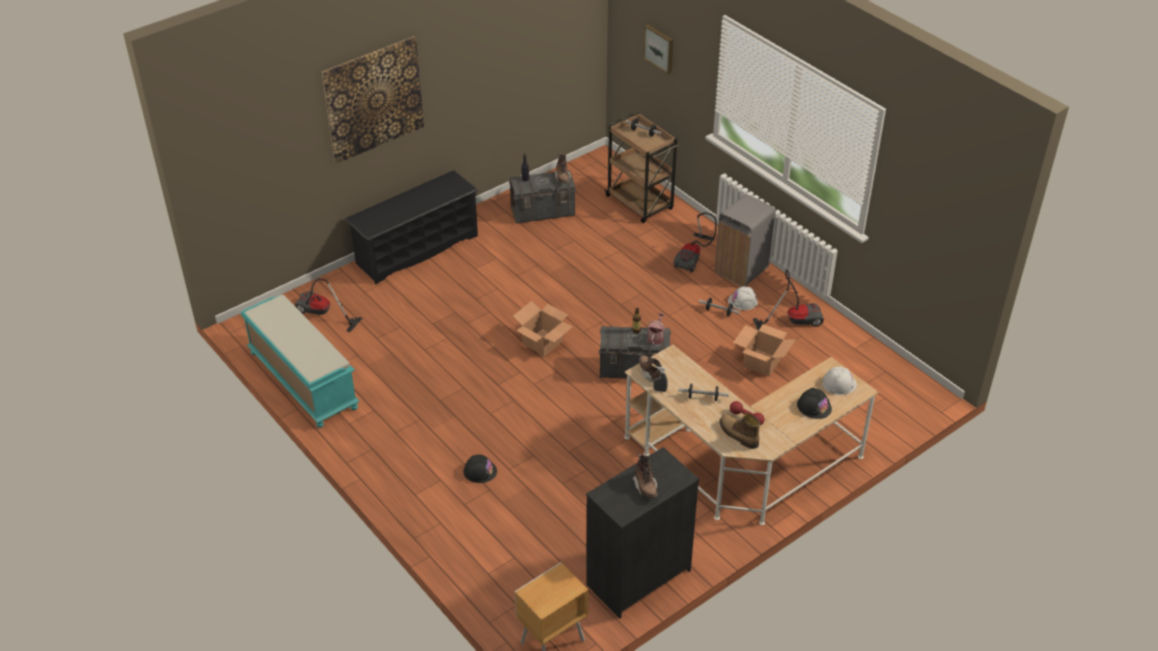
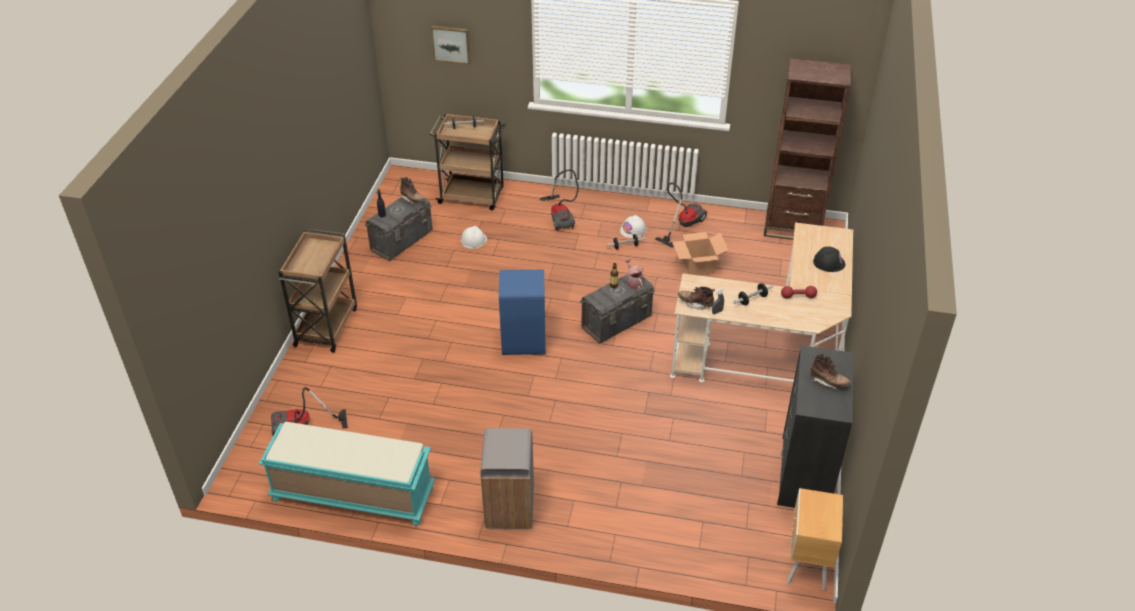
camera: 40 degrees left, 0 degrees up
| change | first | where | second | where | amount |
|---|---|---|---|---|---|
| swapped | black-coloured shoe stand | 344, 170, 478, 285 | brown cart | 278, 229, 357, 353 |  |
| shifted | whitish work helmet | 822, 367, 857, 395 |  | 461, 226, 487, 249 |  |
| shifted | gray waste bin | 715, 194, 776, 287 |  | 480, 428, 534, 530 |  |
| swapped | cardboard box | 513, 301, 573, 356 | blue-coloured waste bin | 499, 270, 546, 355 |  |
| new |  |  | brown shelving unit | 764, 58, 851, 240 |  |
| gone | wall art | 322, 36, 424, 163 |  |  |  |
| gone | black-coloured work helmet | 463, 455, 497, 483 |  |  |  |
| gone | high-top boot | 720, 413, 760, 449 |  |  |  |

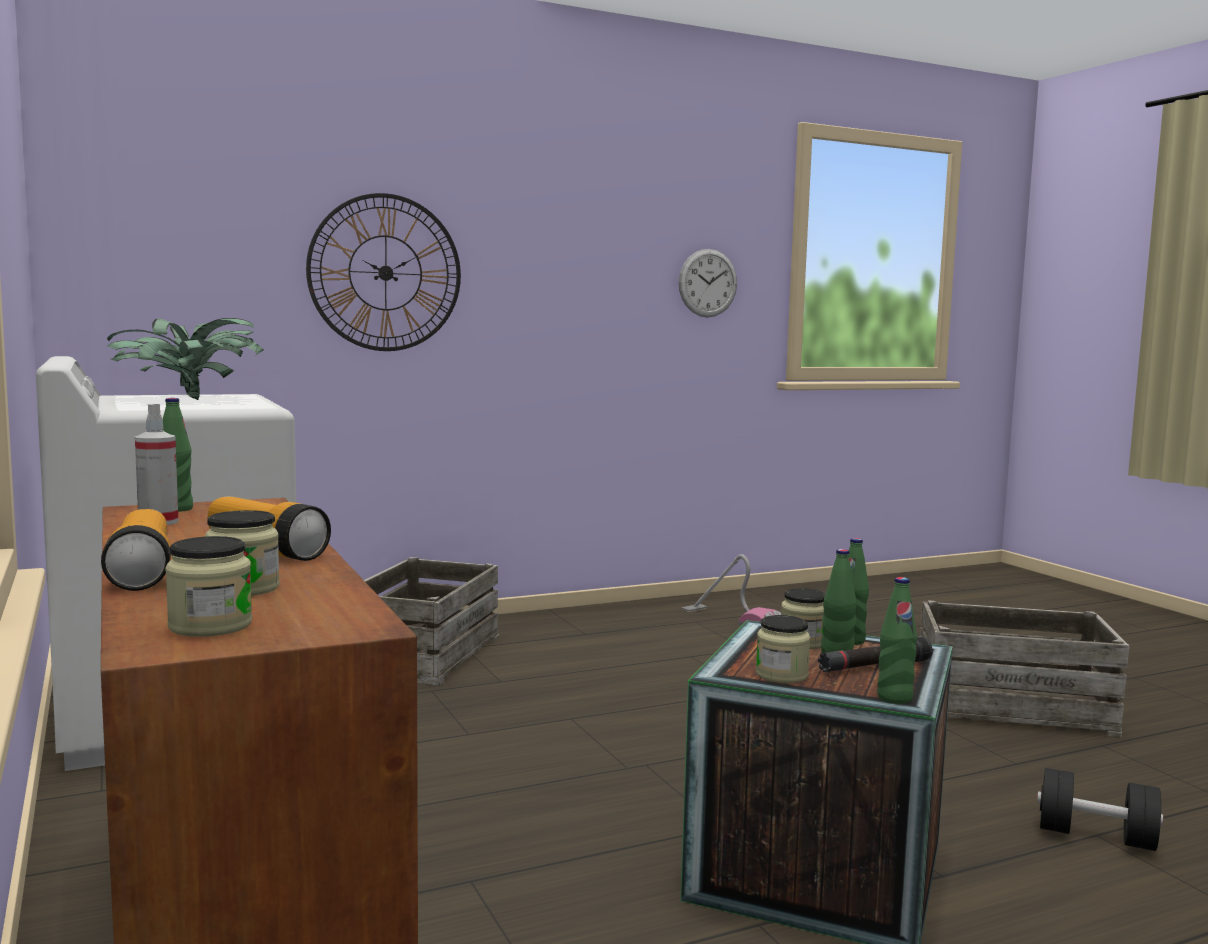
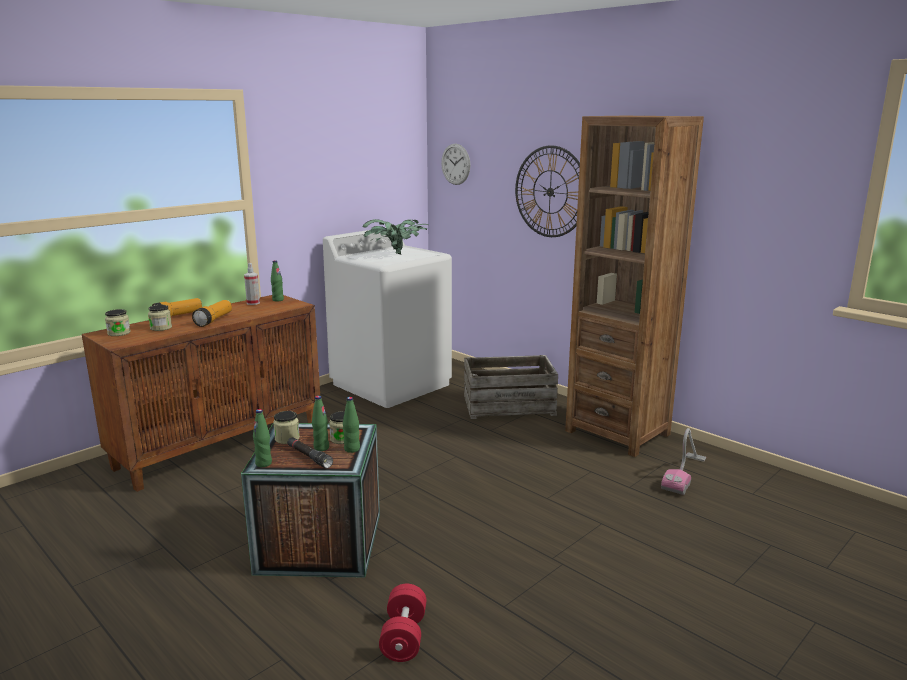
camera: 70 degrees right, 10 degrees up
| change | first | where | second | where | amount |
|---|---|---|---|---|---|
| repainted | black-coloured hand weight | 1037, 768, 1163, 851 | red hand weight | 379, 584, 426, 662 |  |
| shifted | wall clock | 679, 249, 737, 317 |  | 441, 144, 470, 185 |  |
| new |  |  | brown shelving unit | 565, 116, 704, 457 |  |
| gone | packing crate | 920, 600, 1130, 737 |  |  |  |

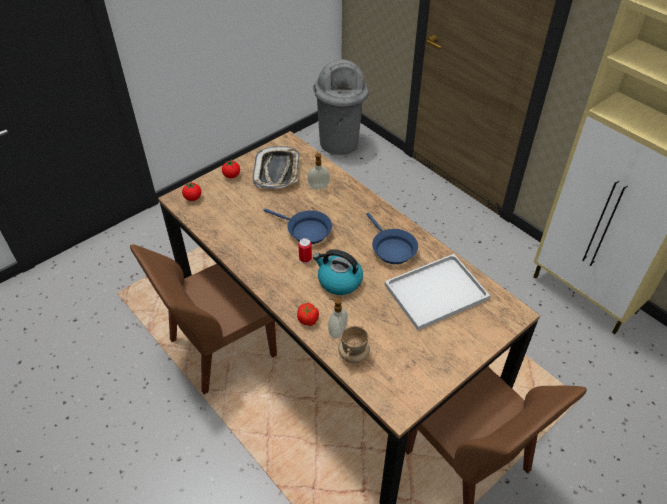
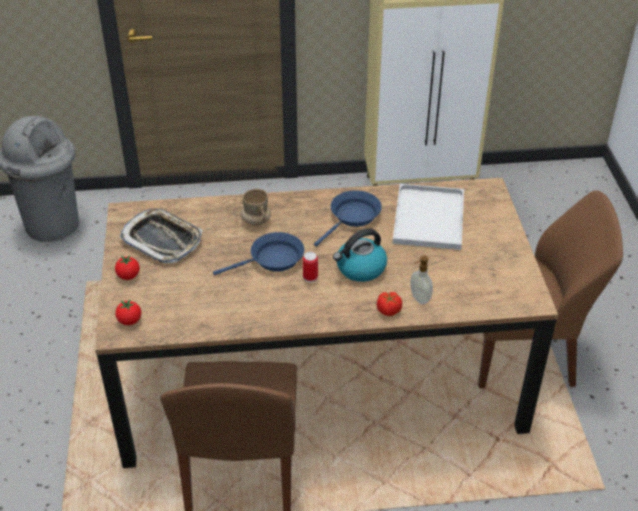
camera: 55 degrees left, 5 degrees down
| change | first | where | second | where | amount |
|---|---|---|---|---|---|
| shifted | beige coffee mug | 338, 326, 370, 363 |  | 241, 189, 271, 226 |  |
| rotated | blue-coloured frying pan | 366, 212, 418, 264 |  | 314, 190, 382, 247 | 60 degrees counterclockwise |
| gone | soap dispenser | 307, 151, 330, 189 |  |  |  |

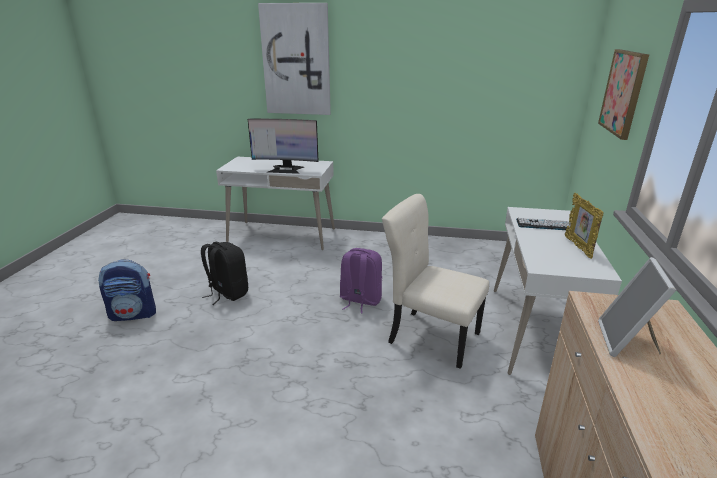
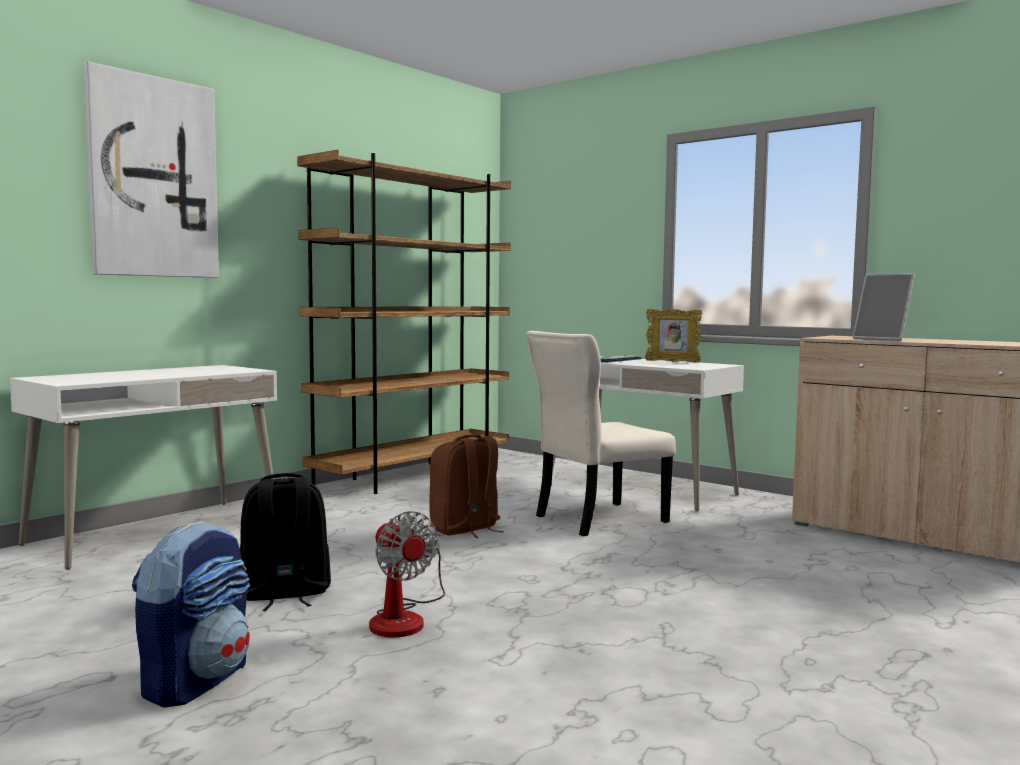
camera: 60 degrees left, 20 degrees down
| change | first | where | second | where | amount |
|---|---|---|---|---|---|
| new |  |  | brown shelving unit | 297, 150, 511, 494 |  |
| new |  |  | electric fan | 369, 511, 445, 637 |  |
| repainted | purplish knapsack | 340, 248, 382, 313 | brown knapsack | 429, 435, 504, 538 |  |
| gone | monitor | 248, 119, 319, 174 |  |  |  |
| gone | wall art | 598, 49, 649, 140 |  |  |  |

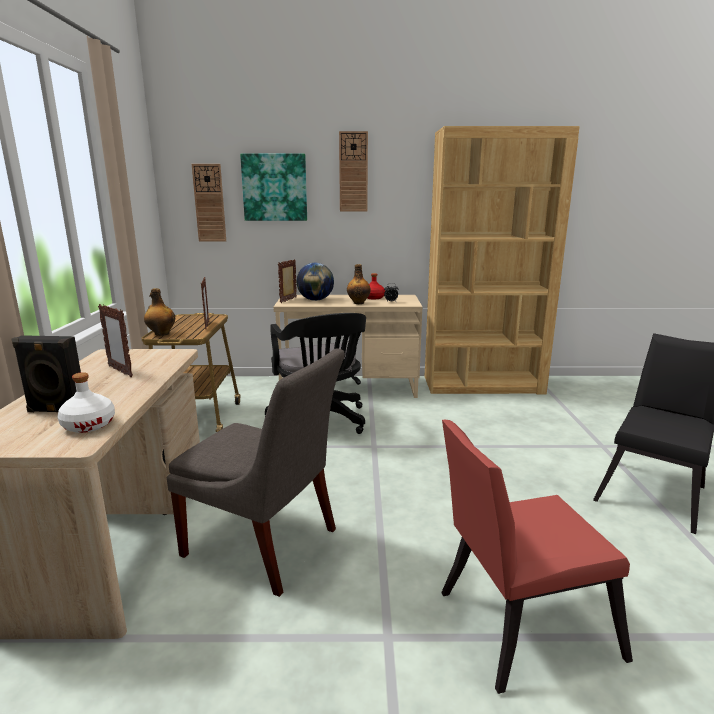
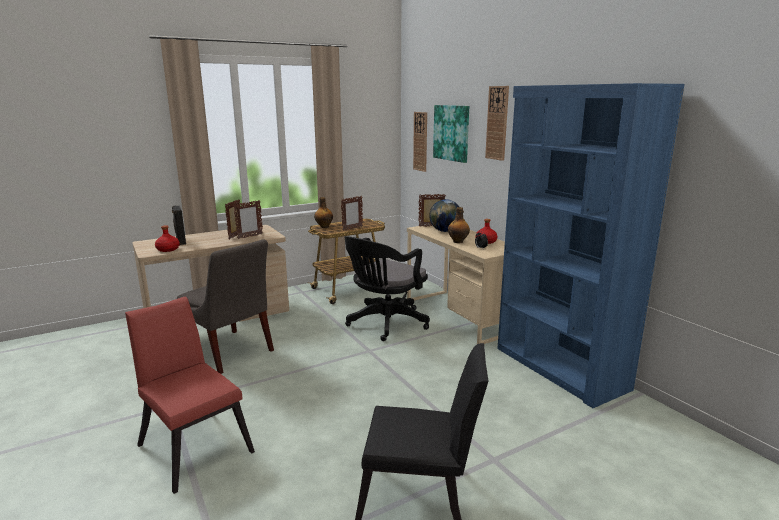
camera: 60 degrees right, 0 degrees up
| change | first | where | second | where | amount |
|---|---|---|---|---|---|
| repainted | whitish bottle | 58, 372, 115, 433 | red bottle | 155, 225, 180, 252 |  |
| rotated | gray plain chair | 167, 349, 345, 597 |  | 177, 240, 274, 374 | 45 degrees counterclockwise |
| new |  |  | standing frame | 234, 200, 263, 239 |  |
| repainted | brown shelving unit | 424, 126, 580, 394 | blue-coloured shelving unit | 497, 83, 684, 408 |  |

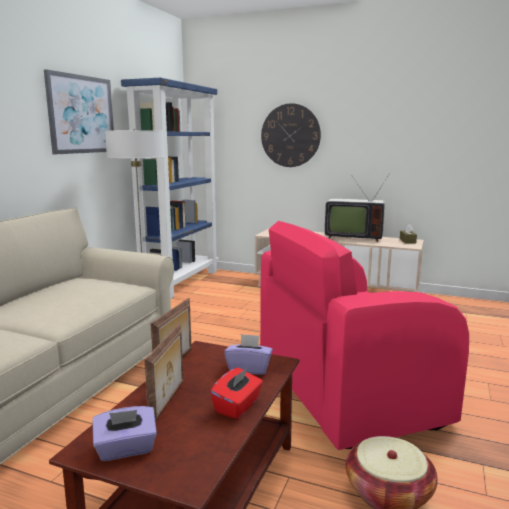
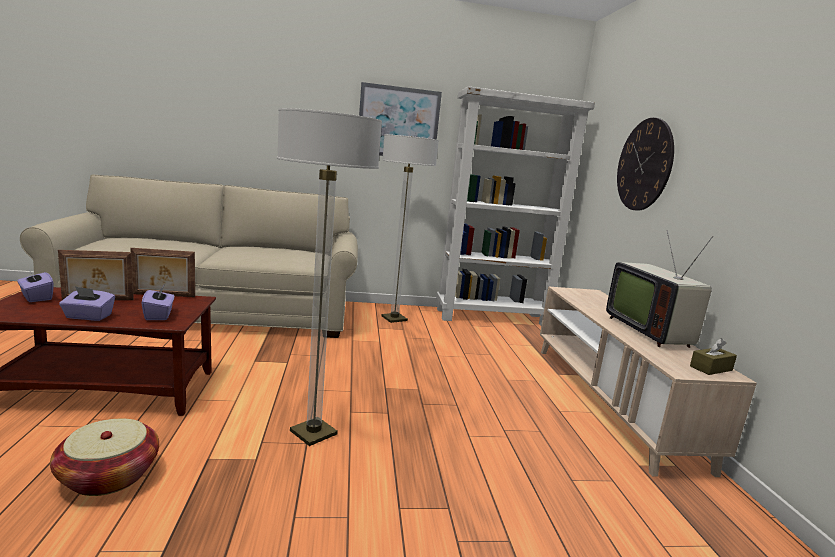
camera: 60 degrees right, 0 degrees up
| change | first | where | second | where | amount |
|---|---|---|---|---|---|
| repainted | red tissue holder | 210, 367, 263, 419 | purplish tissue holder | 59, 287, 115, 321 |  |
| swapped | pink lounge chair | 260, 221, 469, 450 | floor lamp | 277, 108, 382, 446 |  |
| repainted | blue-coloured shelving unit | 121, 78, 219, 299 | whitish shelving unit | 436, 86, 595, 325 |  |

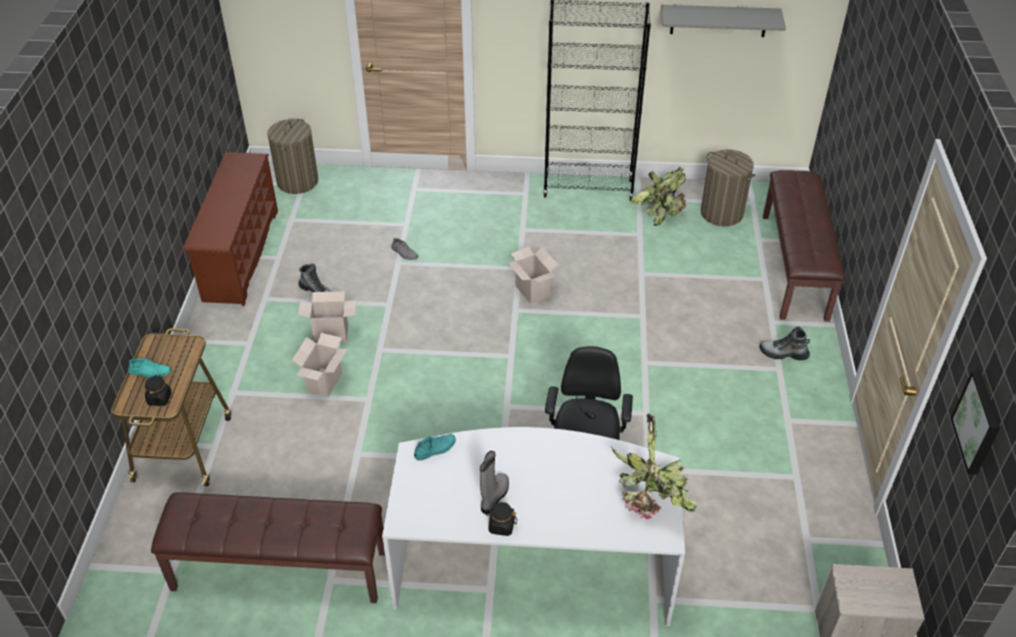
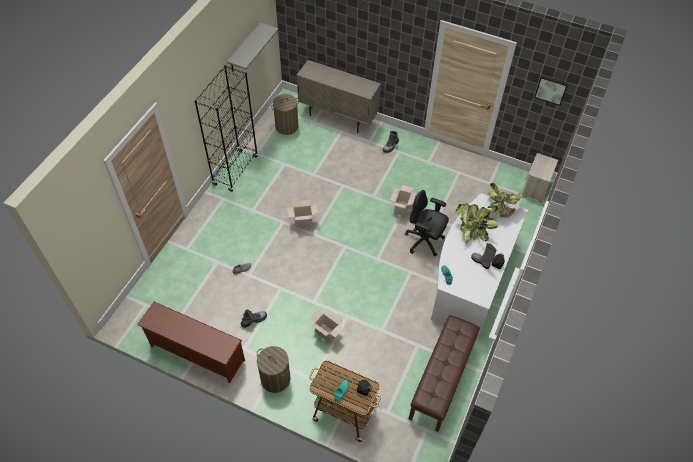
camera: 70 degrees left, 10 degrees up
| change | first | where | second | where | amount |
|---|---|---|---|---|---|
| shifted | washing basket | 267, 119, 318, 194 |  | 257, 346, 291, 393 |  |
| swapped | brown long seat | 763, 170, 845, 322 | beige storage cabinet | 297, 60, 381, 133 |  |
| shifted | cardboard box | 298, 291, 356, 343 |  | 390, 185, 416, 216 |  |
| shifted | houseplant | 631, 166, 687, 226 |  | 455, 203, 498, 243 |  |

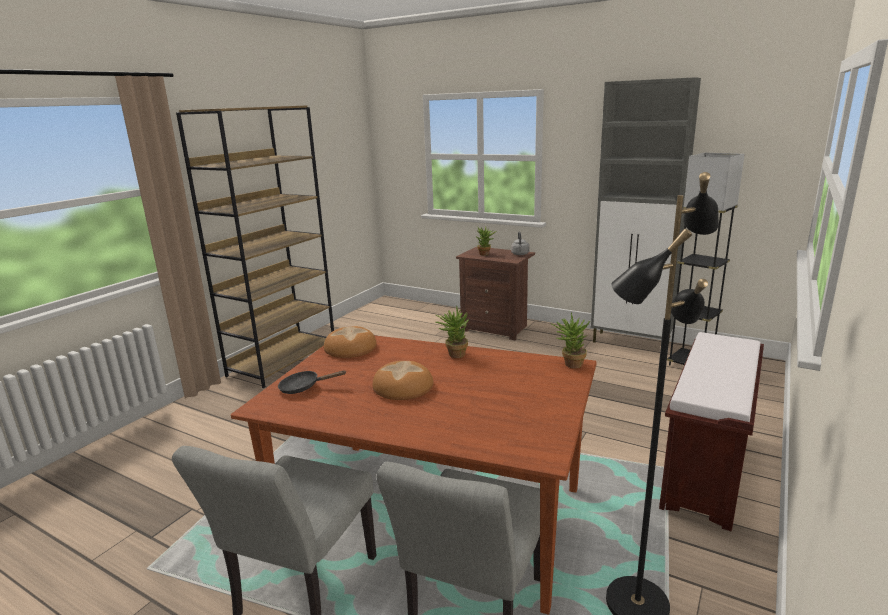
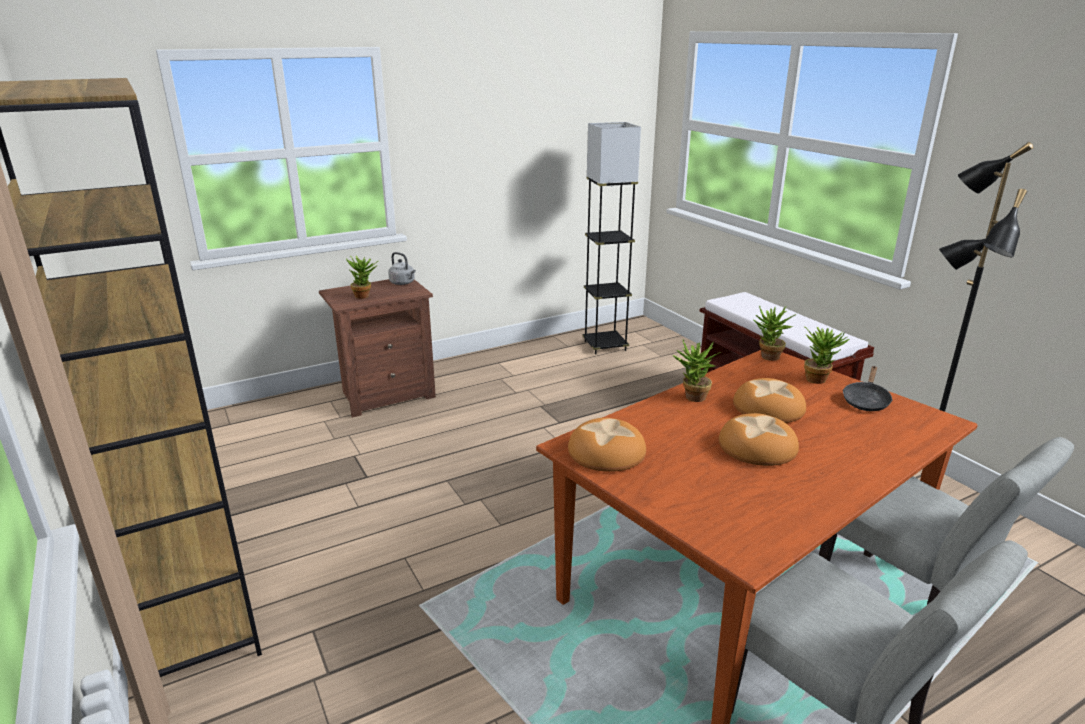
camera: 60 degrees left, 5 degrees up
| change | first | where | second | where | amount |
|---|---|---|---|---|---|
| new |  |  | baked bread | 733, 378, 806, 423 |  |
| new |  |  | houseplant | 804, 327, 849, 384 |  |
| shifted | black-coloured frying pan | 278, 370, 346, 394 |  | 843, 366, 893, 411 |  |
| gone | gray storage cabinet | 591, 77, 701, 343 |  |  |  |

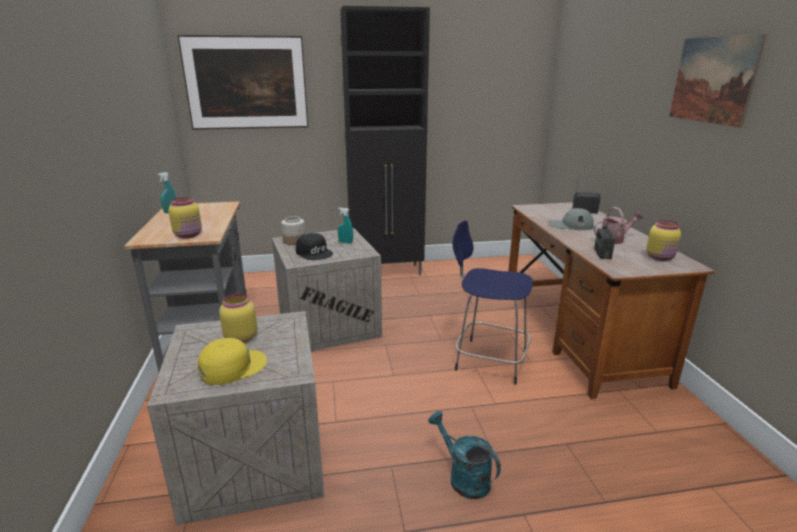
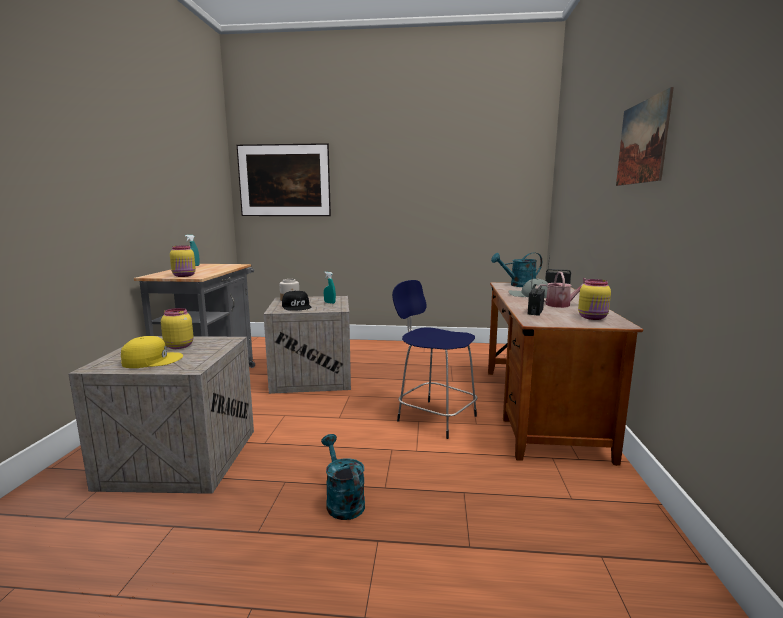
camera: 15 degrees right, 10 degrees down
| change | first | where | second | where | amount |
|---|---|---|---|---|---|
| new |  |  | turquoise watering can | 491, 252, 542, 287 |  |
| gone | black-coloured storage cabinet | 340, 6, 430, 275 |  |  |  |

